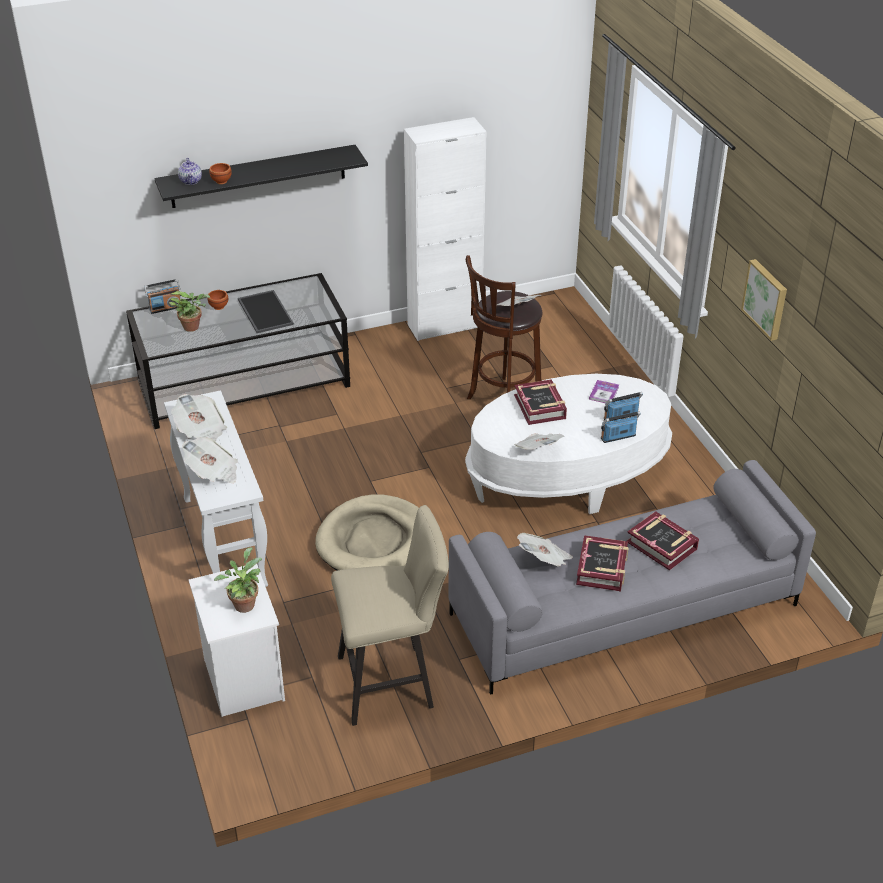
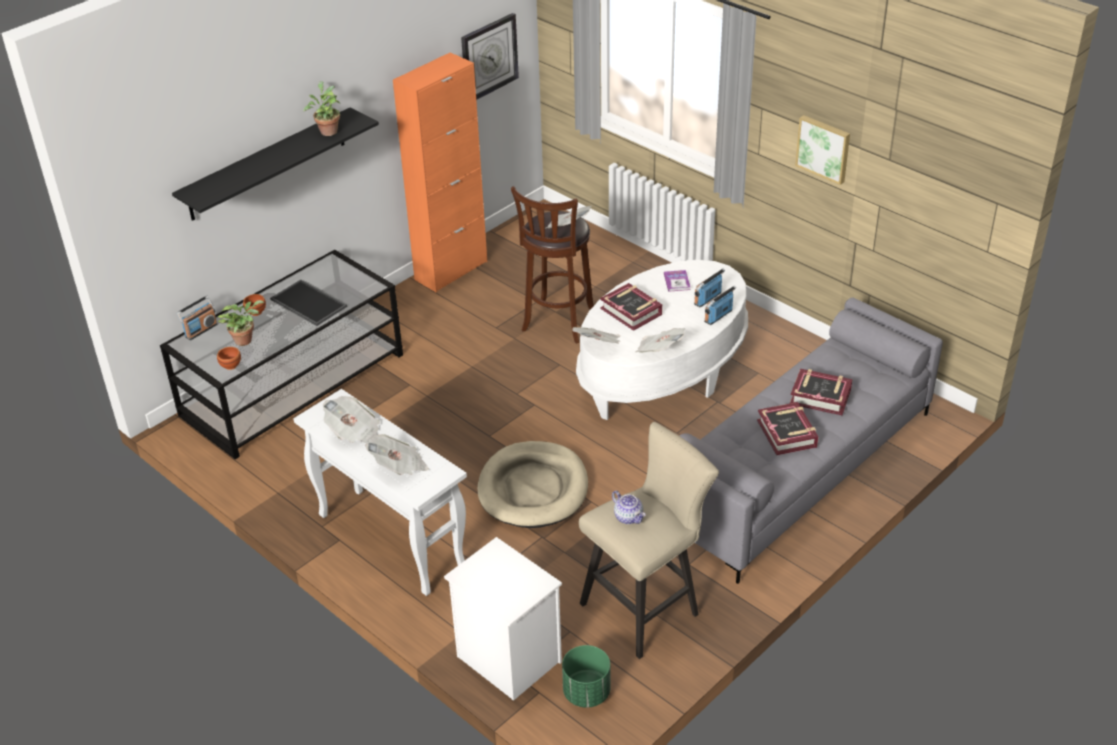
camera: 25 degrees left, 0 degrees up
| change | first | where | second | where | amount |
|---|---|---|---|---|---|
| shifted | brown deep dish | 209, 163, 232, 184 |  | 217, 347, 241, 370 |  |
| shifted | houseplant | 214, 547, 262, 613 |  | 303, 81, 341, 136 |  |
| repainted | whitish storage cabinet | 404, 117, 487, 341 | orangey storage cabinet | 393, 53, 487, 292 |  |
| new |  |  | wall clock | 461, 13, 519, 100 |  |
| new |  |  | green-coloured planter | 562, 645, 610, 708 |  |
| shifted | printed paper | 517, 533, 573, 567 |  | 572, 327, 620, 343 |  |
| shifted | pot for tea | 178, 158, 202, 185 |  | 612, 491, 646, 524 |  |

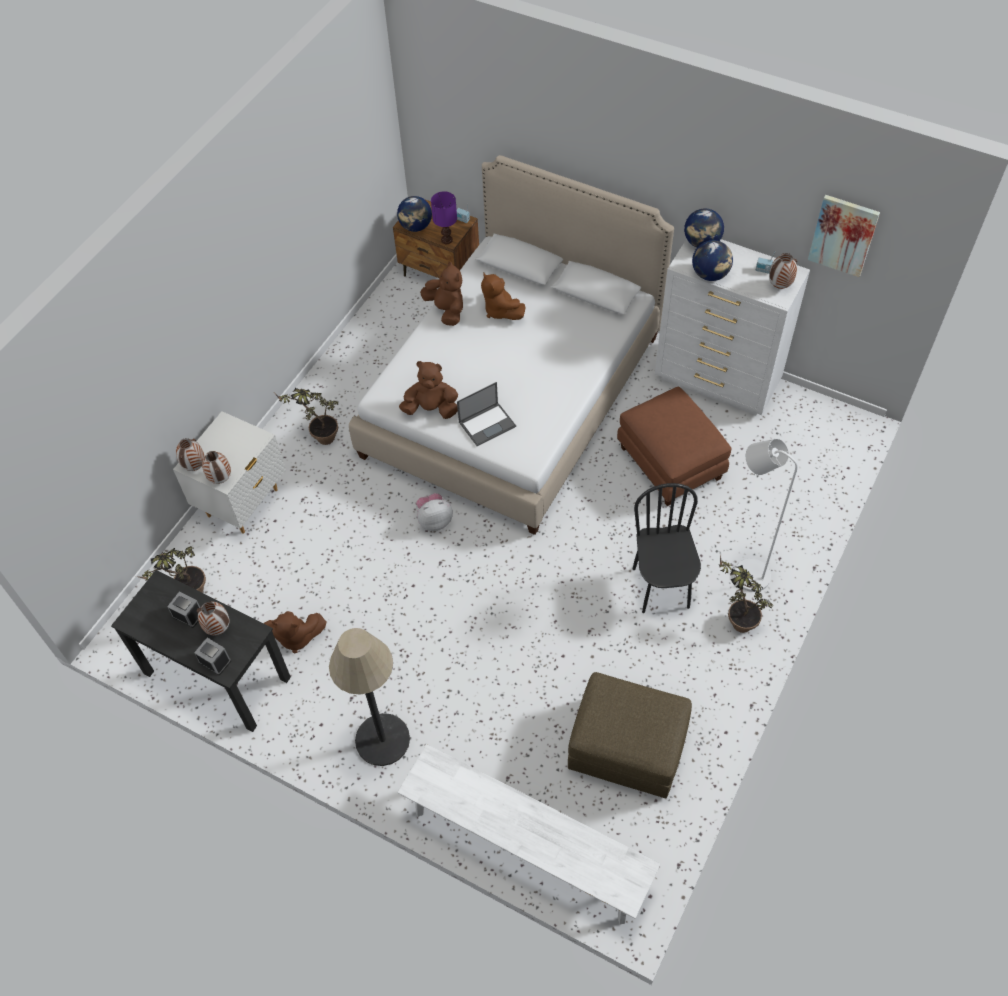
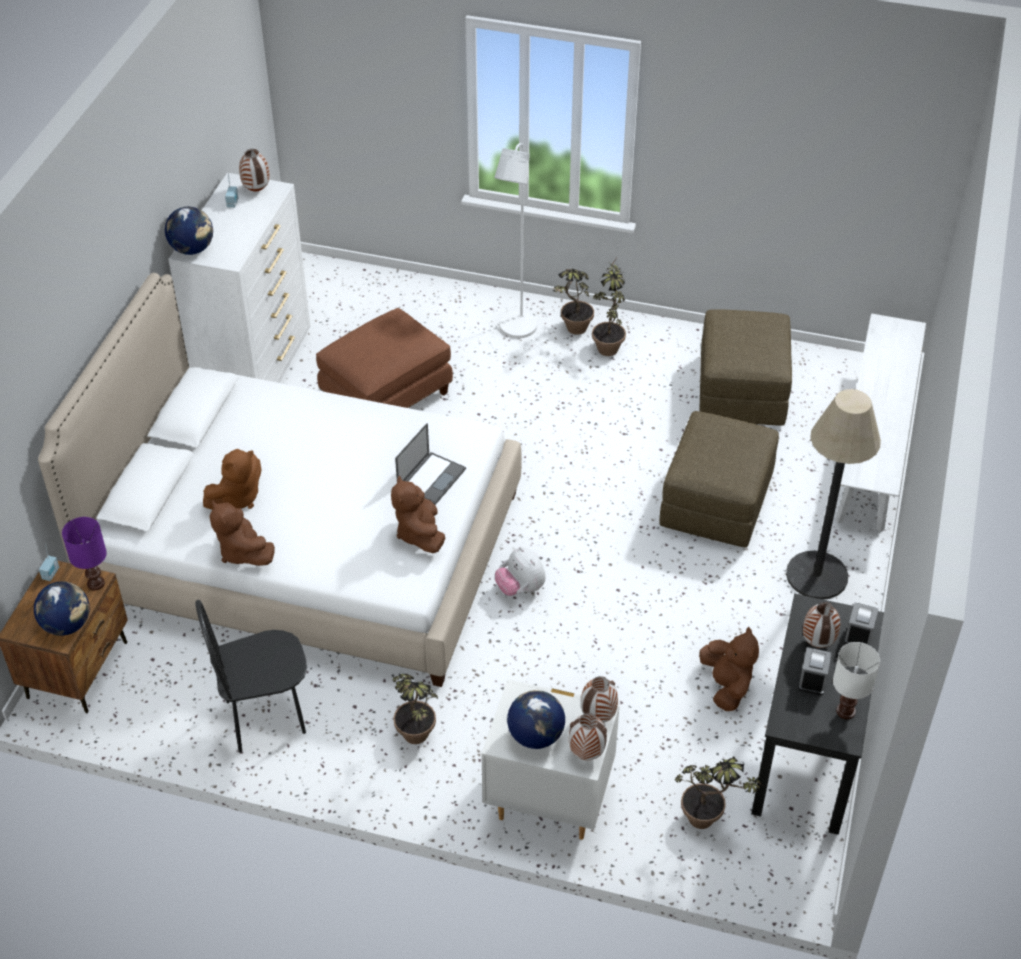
camera: 105 degrees left, 10 degrees down
| change | first | where | second | where | amount |
|---|---|---|---|---|---|
| shifted | black-coloured plain chair | 633, 483, 701, 613 |  | 195, 600, 307, 753 |  |
| rotated | brown cuddly toy | 420, 261, 463, 326 |  | 210, 500, 275, 566 | 75 degrees counterclockwise |
| rotated | portable computer | 457, 382, 516, 446 |  | 395, 423, 466, 505 | 75 degrees clockwise |
| shifted | globe | 692, 240, 733, 281 |  | 507, 690, 565, 749 |  |
| new |  |  | houseplant | 592, 256, 626, 356 |  |
| new |  |  | brown pouffe | 659, 411, 779, 548 |  |
| new |  |  | whitish tabletop lamp | 833, 642, 880, 719 |  |
| gone | wall art | 808, 195, 880, 277 |  |  |  |

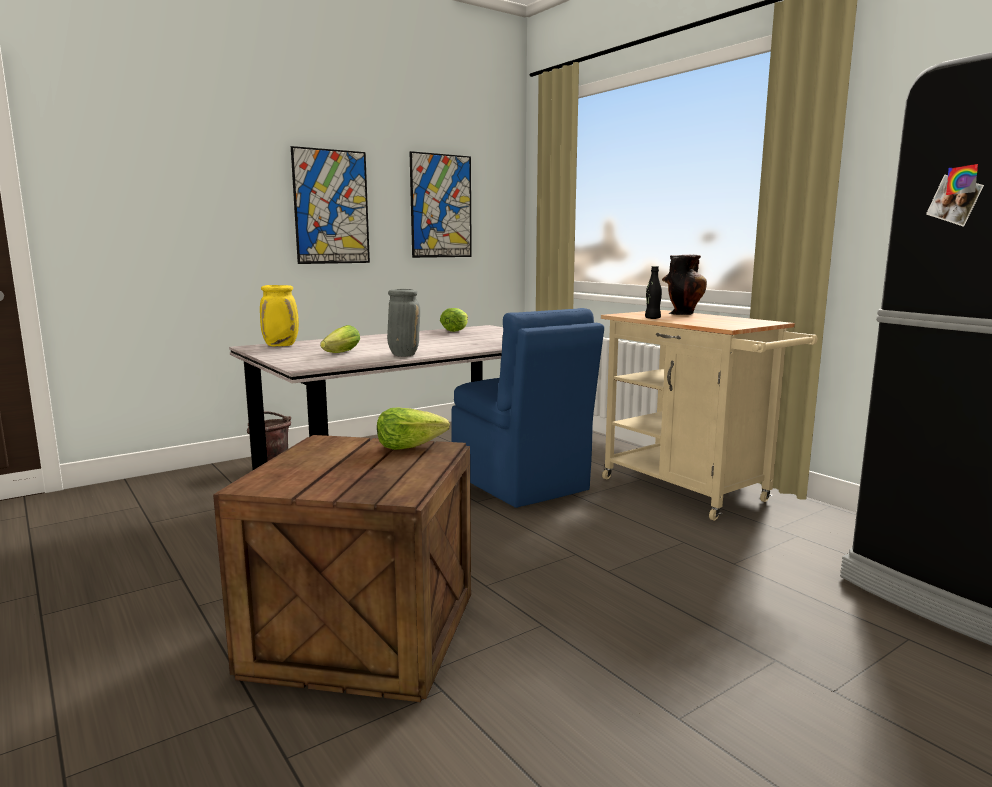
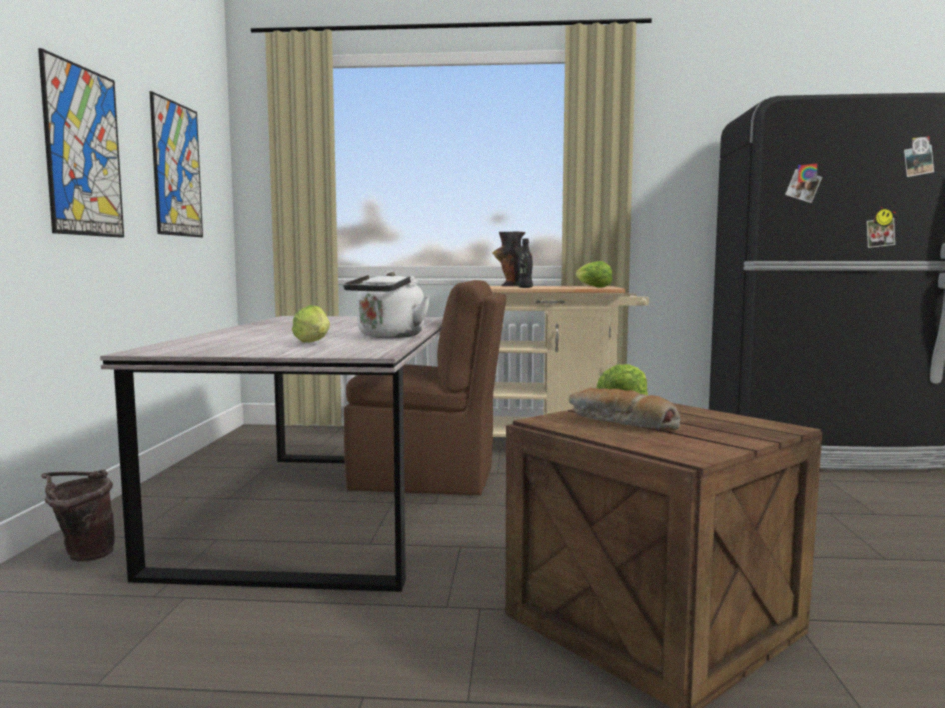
camera: 50 degrees left, 5 degrees down
| change | first | where | second | where | amount |
|---|---|---|---|---|---|
| swapped | gray vase | 387, 289, 420, 357 | whitish water kettle | 343, 271, 430, 338 |  |
| repainted | blue-coloured plain chair | 451, 308, 604, 508 | brown plain chair | 344, 280, 506, 495 |  |
| new |  |  | baked bread | 569, 388, 680, 430 |  |
| shifted | head of lettuce | 440, 308, 468, 332 |  | 576, 261, 612, 288 |  |
| gone | yellow-coloured vase | 260, 285, 299, 346 |  |  |  |

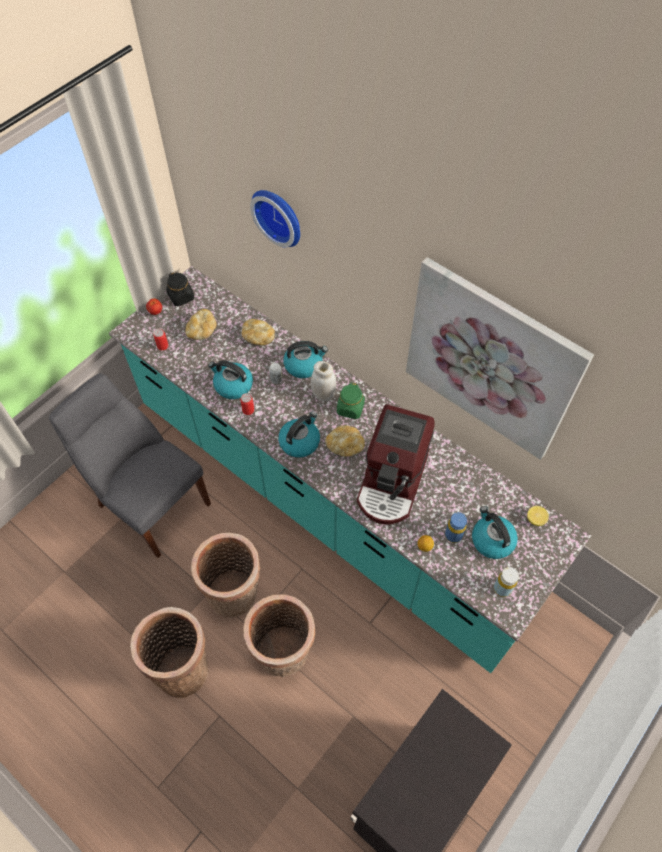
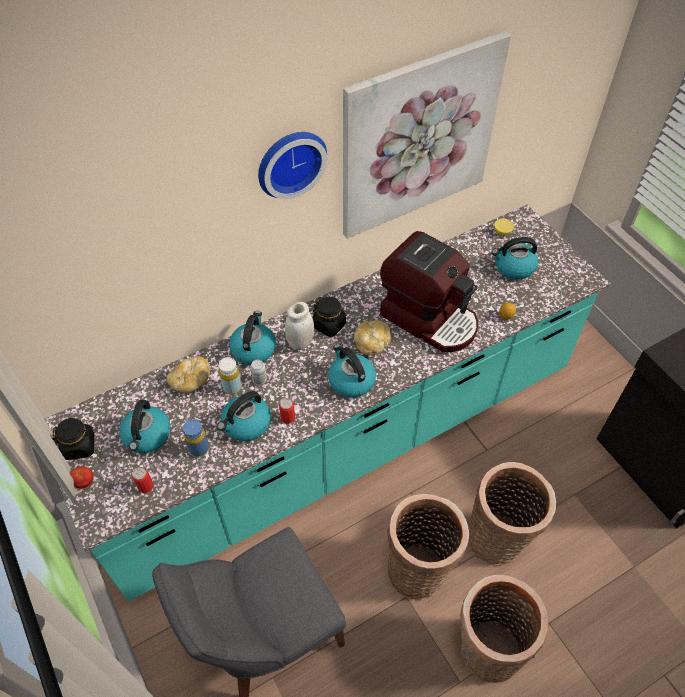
camera: 70 degrees left, 5 degrees down
| change | first | where | second | where | amount |
|---|---|---|---|---|---|
| swapped | baked bread | 185, 309, 217, 340 | water kettle | 119, 400, 171, 453 |  |
| shifted | blue-coloured bottle | 445, 512, 467, 543 |  | 183, 419, 209, 457 |  |
| shifted | yellow-coloured bottle | 494, 567, 519, 597 |  | 219, 357, 242, 395 |  |
| shifted | wall clock | 250, 190, 300, 248 |  | 258, 132, 327, 199 |  |
| repainted | green-coloured jar | 337, 382, 365, 419 | black-coloured jar | 313, 297, 346, 337 |  |

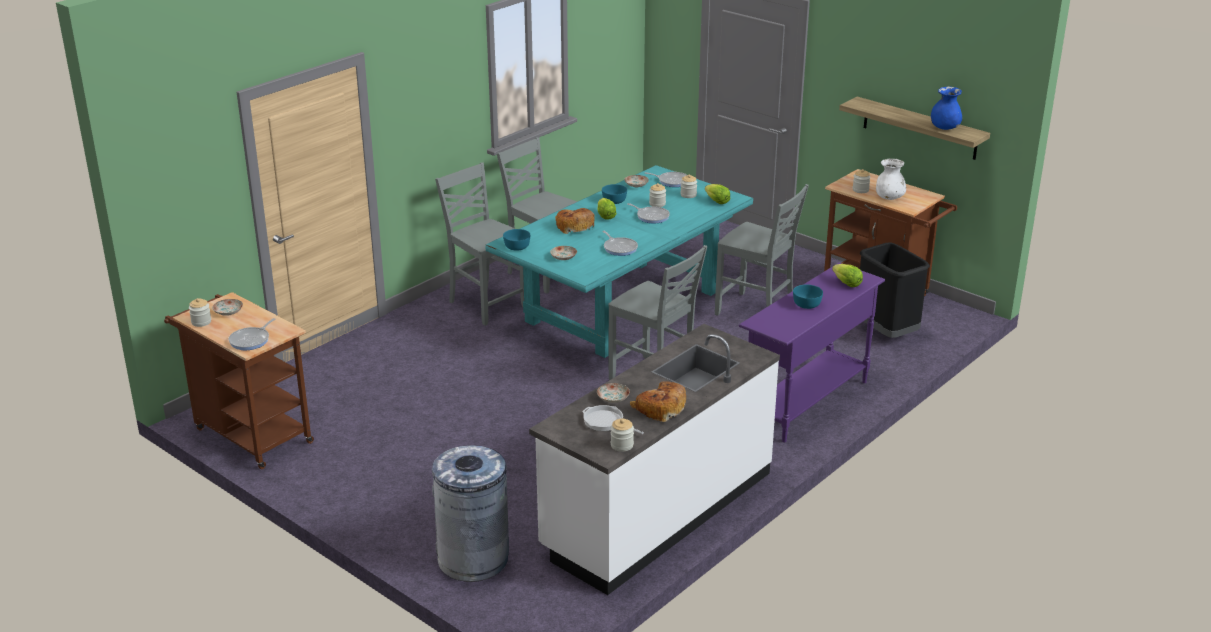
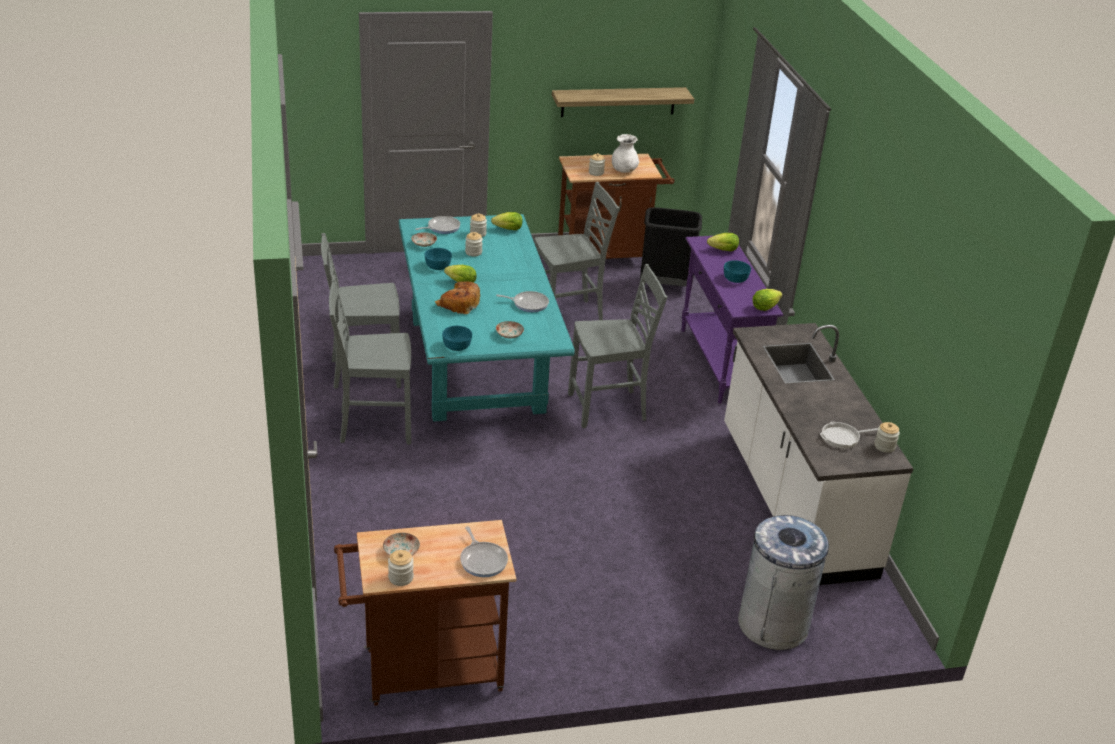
camera: 55 degrees left, 5 degrees up
| change | first | where | second | where | amount |
|---|---|---|---|---|---|
| new |  |  | head of lettuce | 752, 289, 783, 311 |  |
| gone | flat dish | 597, 383, 630, 403 |  |  |  |
| gone | frying pan | 627, 203, 670, 223 |  |  |  |
| gone | baked bread | 630, 381, 686, 422 |  |  |  |
| gone | blue-coloured vase | 931, 87, 962, 130 |  |  |  |

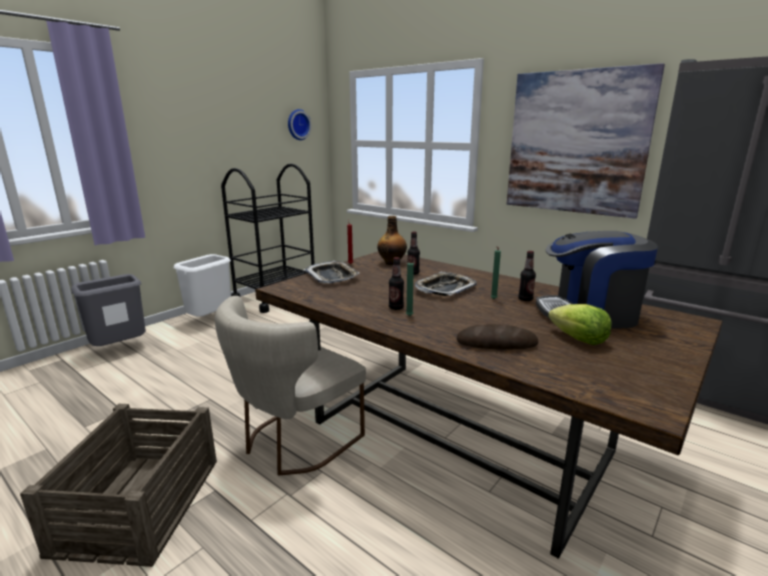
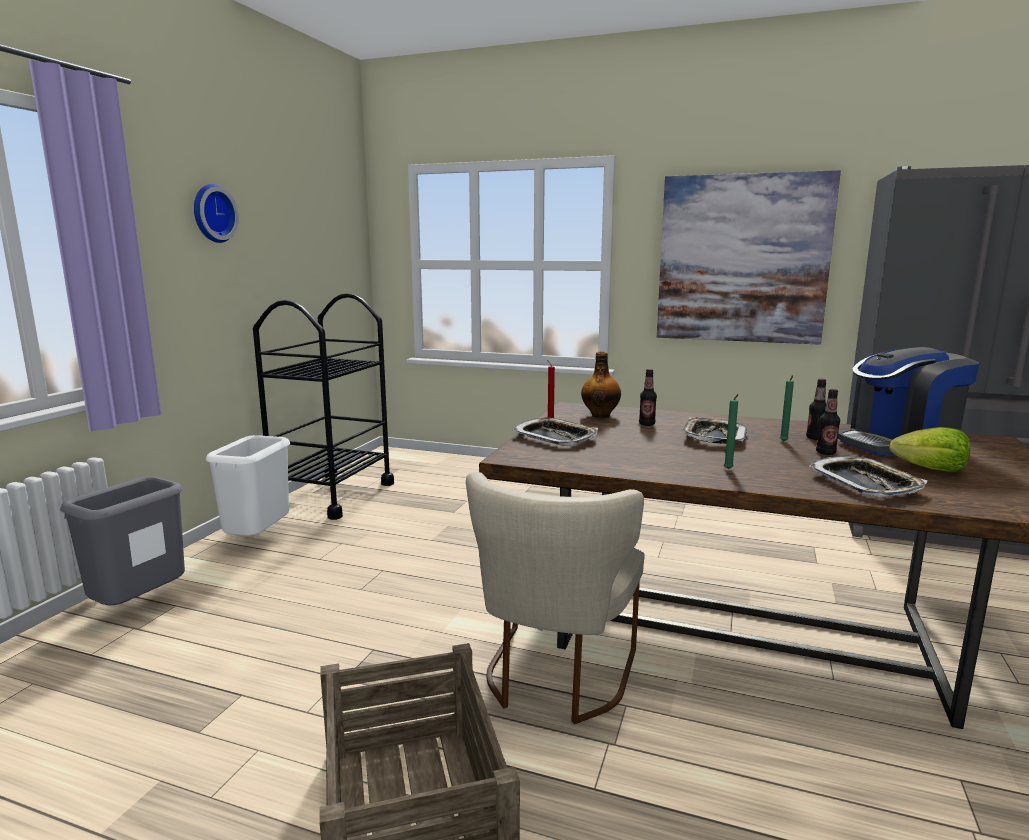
camera: 20 degrees left, 5 degrees down
| change | first | where | second | where | amount |
|---|---|---|---|---|---|
| shifted | wall clock | 288, 109, 312, 140 |  | 194, 184, 239, 243 |  |
| swapped | baked bread | 457, 324, 538, 350 | serving tray | 809, 456, 928, 497 |  |
| shifted | bottle | 389, 257, 404, 310 |  | 816, 389, 840, 455 |  |

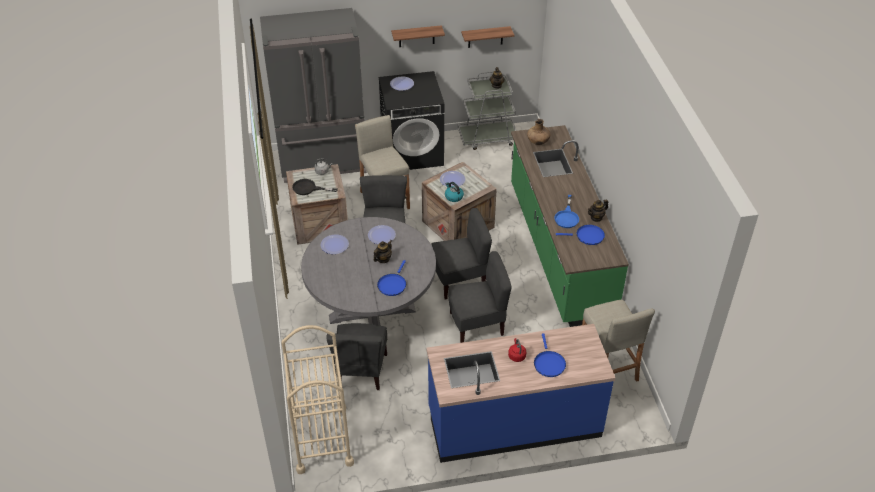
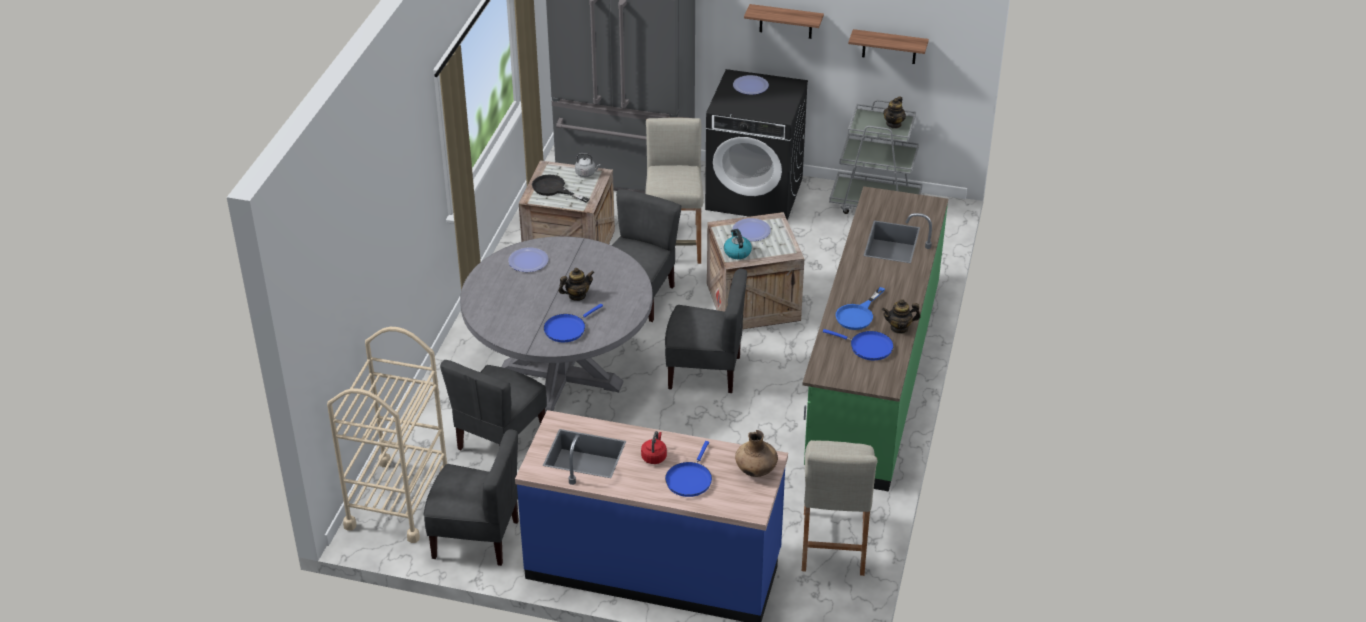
camera: 25 degrees right, 5 degrees down
| change | first | where | second | where | amount |
|---|---|---|---|---|---|
| shifted | gray plain chair | 448, 251, 512, 343 |  | 424, 429, 519, 566 |  |
| shifted | brown vase | 527, 119, 551, 145 |  | 735, 430, 778, 477 |  |
| gone | flat dish | 368, 225, 396, 244 |  |  |  |

